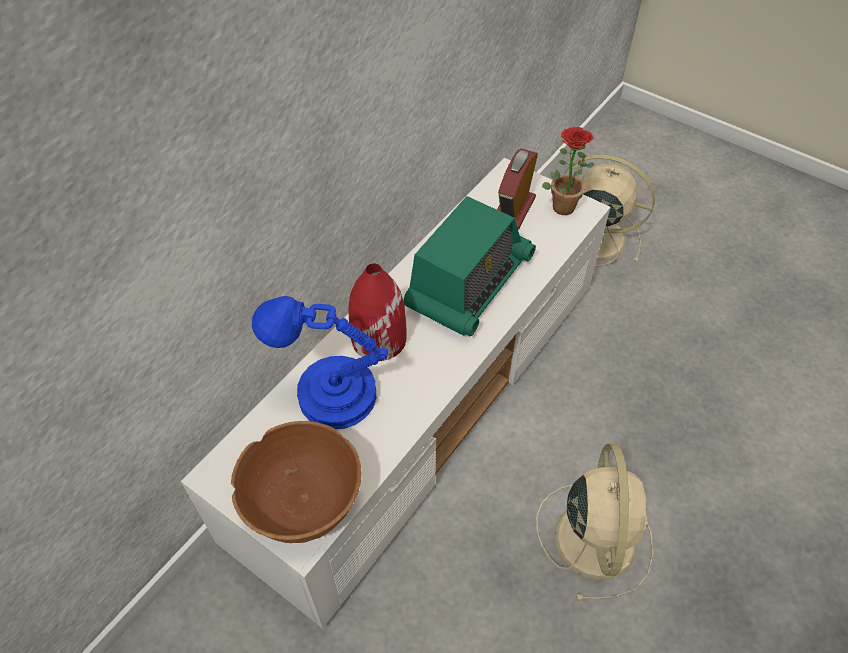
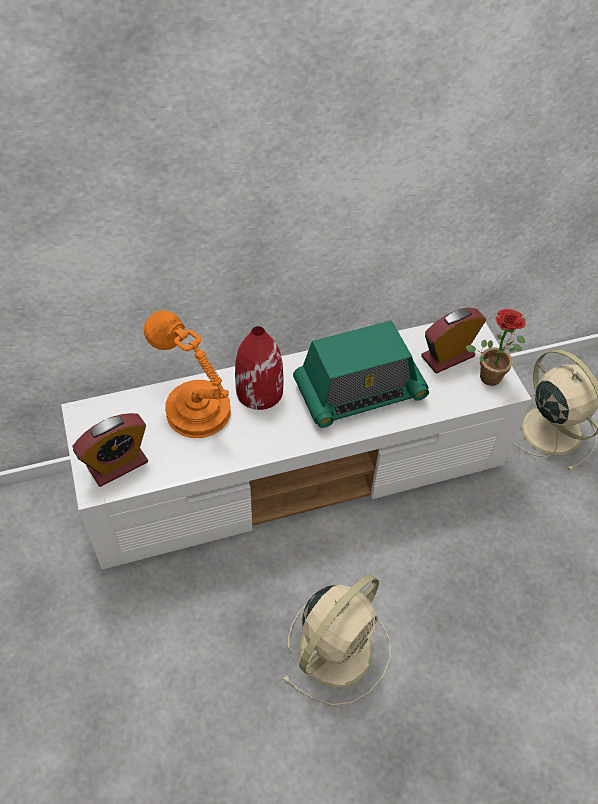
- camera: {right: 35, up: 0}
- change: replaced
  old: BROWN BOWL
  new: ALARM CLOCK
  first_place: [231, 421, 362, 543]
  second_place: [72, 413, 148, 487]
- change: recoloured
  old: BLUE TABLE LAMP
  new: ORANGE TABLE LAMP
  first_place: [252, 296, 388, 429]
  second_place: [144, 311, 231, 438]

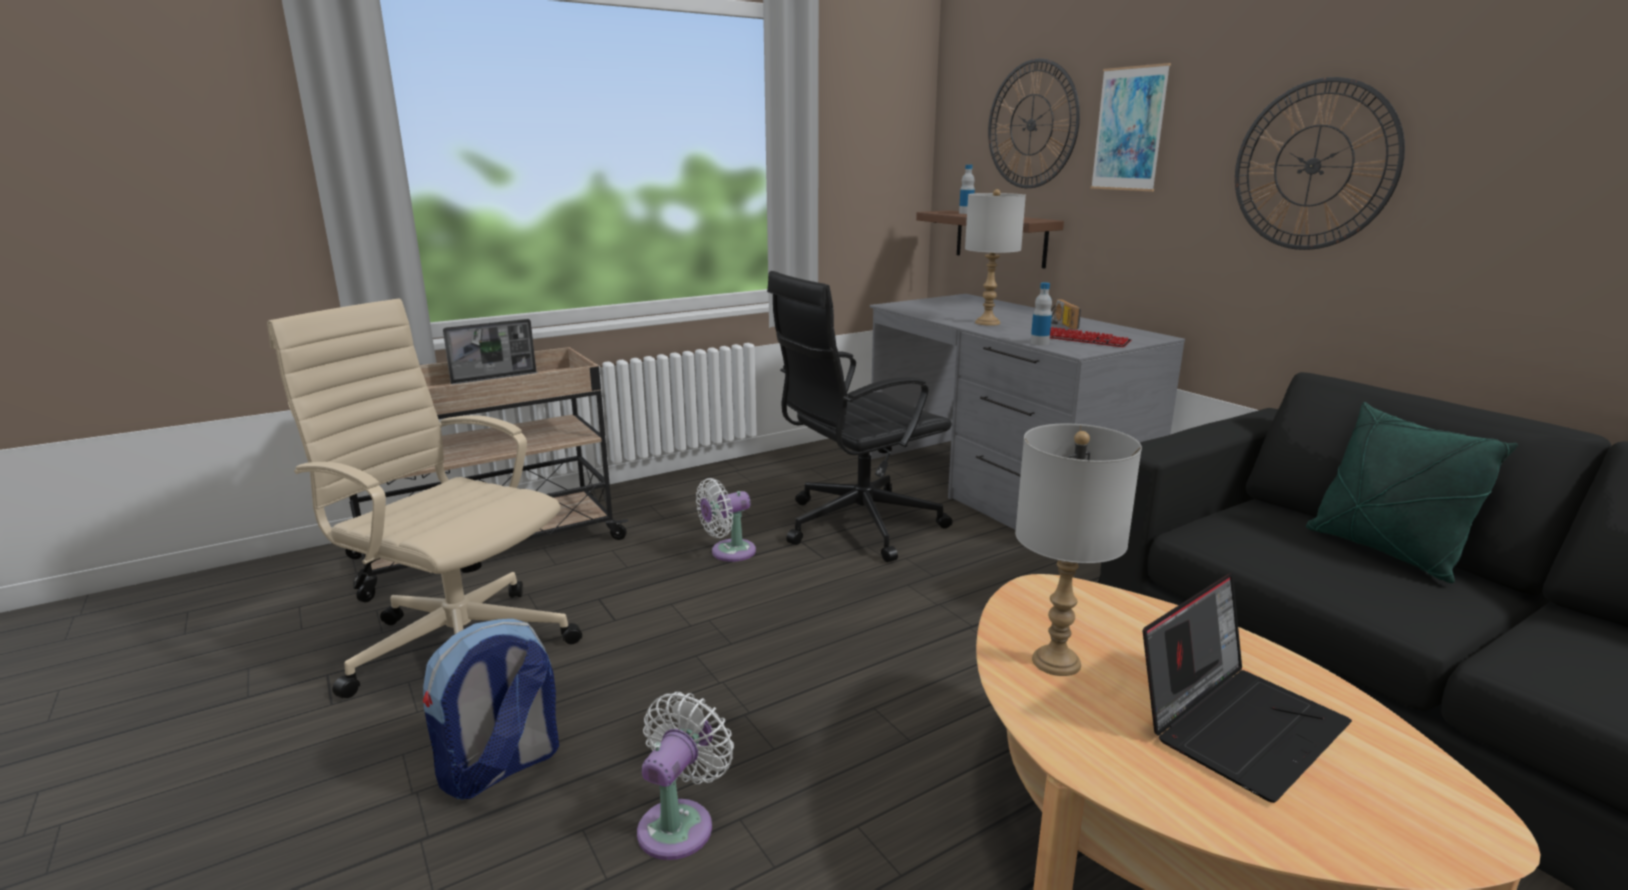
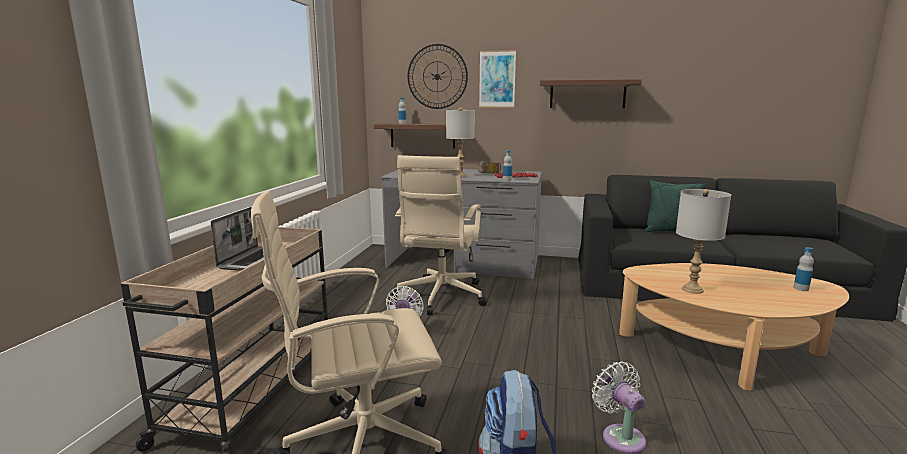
- camera: {right: -45, up: -5}
- change: removed
  old: LAPTOP
  first_place: [1143, 573, 1352, 803]
- change: added
  new: BOTTLE
  second_place: [793, 247, 814, 291]
- change: replaced
  old: WALL CLOCK
  new: BROWN SHELF
  first_place: [1235, 77, 1405, 250]
  second_place: [540, 79, 642, 108]
- change: recoloured
  old: BLACK OFFICE CHAIR
  new: BEIGE OFFICE CHAIR
  first_place: [767, 271, 953, 562]
  second_place: [392, 155, 487, 315]

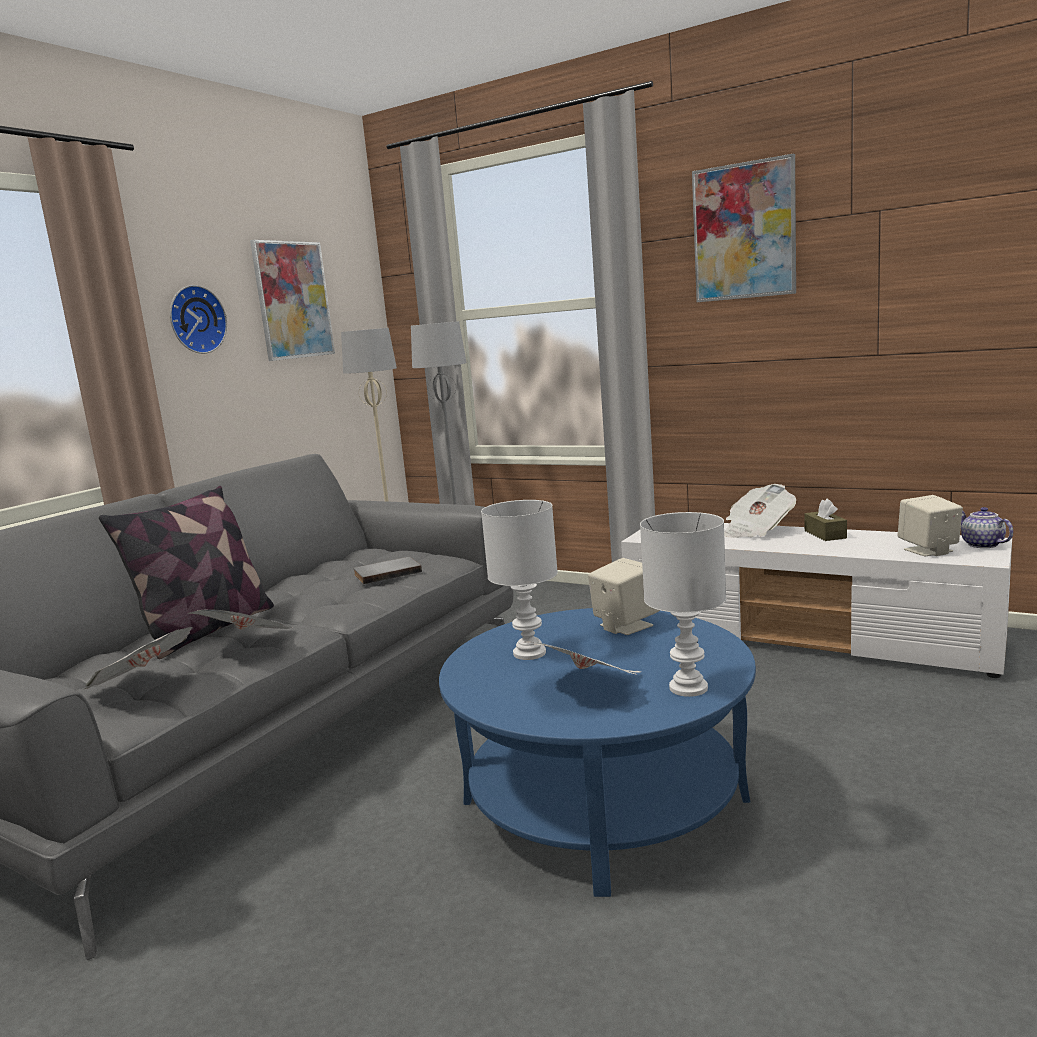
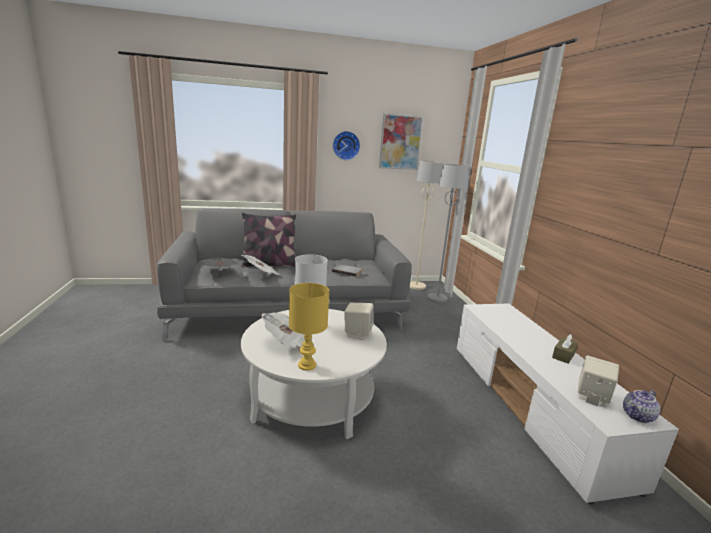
- camera: {right: 45, up: 5}
- change: removed
  old: PICTURE
  first_place: [692, 153, 796, 302]
- change: removed
  old: NEWSPAPER
  first_place: [724, 484, 796, 538]
- change: recoloured
  old: BLUE COFFEE TABLE
  new: WHITE COFFEE TABLE
  first_place: [439, 608, 756, 897]
  second_place: [241, 309, 387, 439]
- change: recoloured
  old: WHITE TABLE LAMP
  new: YELLOW TABLE LAMP
  first_place: [640, 512, 726, 697]
  second_place: [289, 283, 329, 371]
- change: turned
  old: TEAPOT
  first_place: [961, 507, 1013, 548]
  second_place: [623, 390, 660, 423]
  degrees: -150

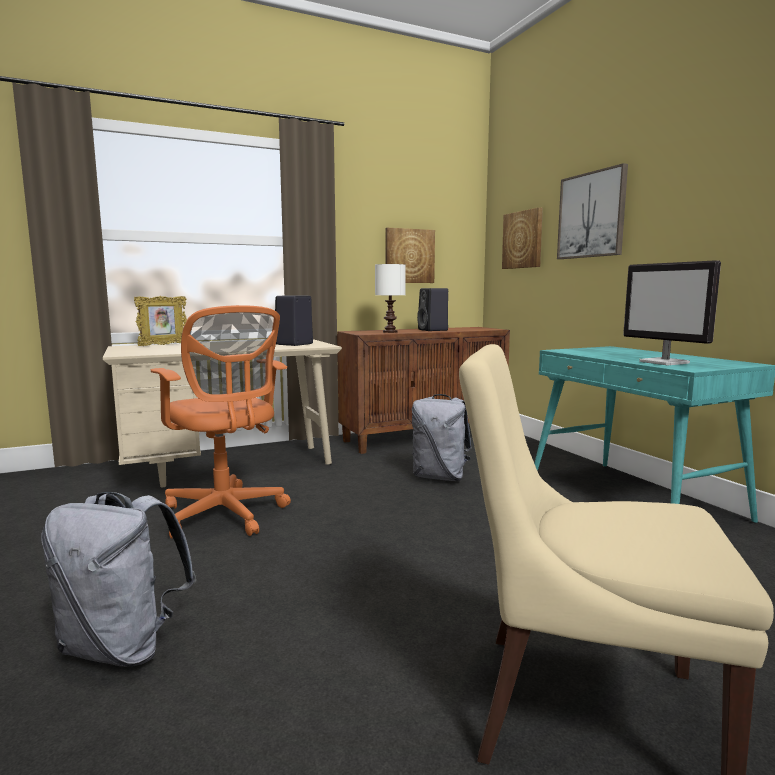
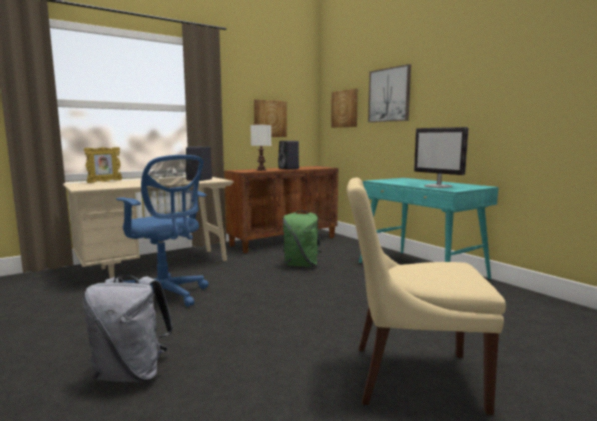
- camera: {right: -10, up: 0}
- change: recoloured
  old: ORANGE OFFICE CHAIR
  new: BLUE OFFICE CHAIR
  first_place: [151, 305, 291, 538]
  second_place: [116, 155, 209, 307]
- change: recoloured
  old: GREY BACKPACK
  new: GREEN BACKPACK
  first_place: [412, 394, 472, 481]
  second_place: [283, 211, 321, 267]

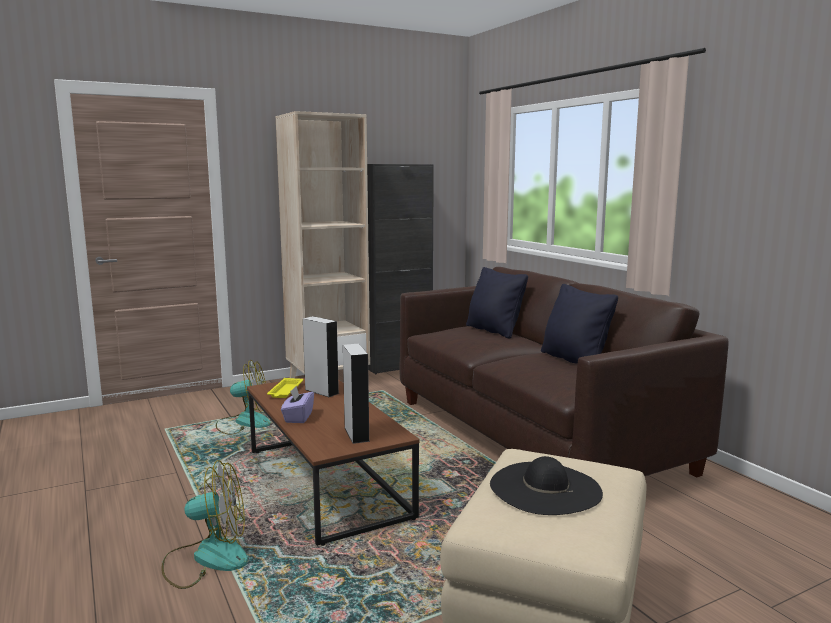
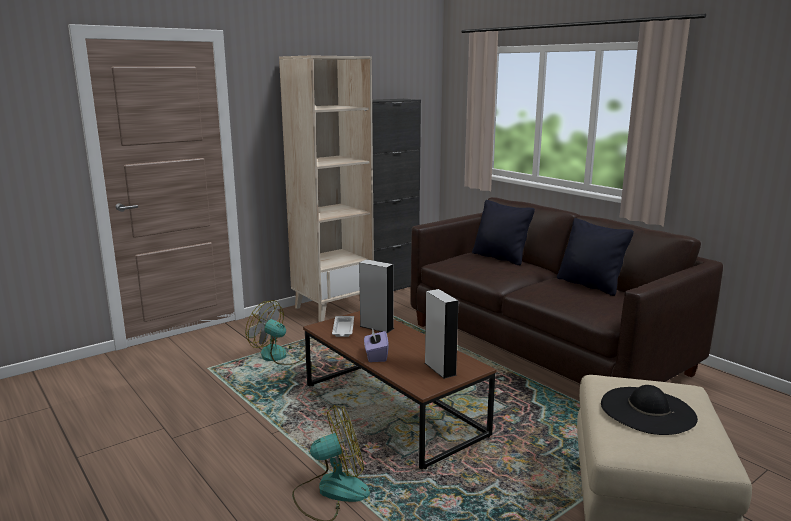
- camera: {right: -10, up: 5}
- change: recoloured
  old: YELLOW TRAY
  new: WHITE TRAY
  first_place: [267, 378, 303, 398]
  second_place: [332, 316, 354, 337]
- change: turned
  old: FAN
  first_place: [216, 360, 271, 435]
  second_place: [245, 300, 306, 365]
  degrees: -135

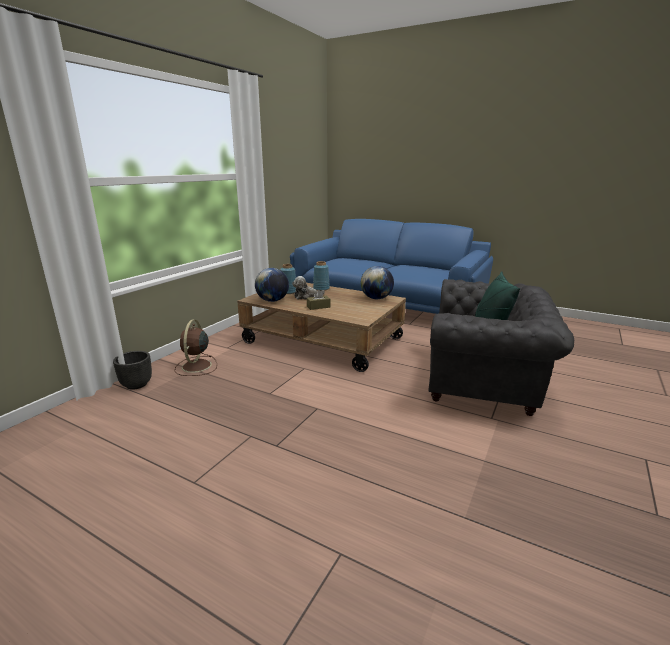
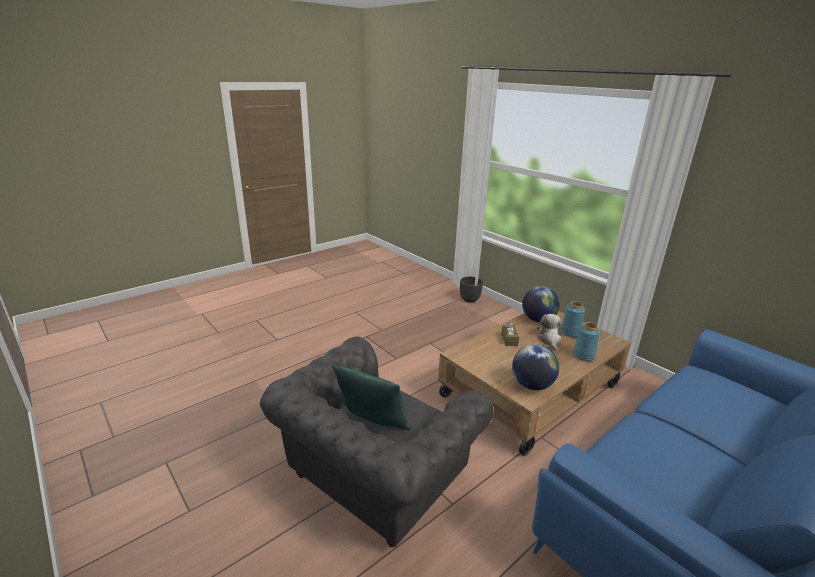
- camera: {right: 110, up: 5}
- change: removed
  old: BROWN FAN
  first_place: [174, 320, 217, 376]

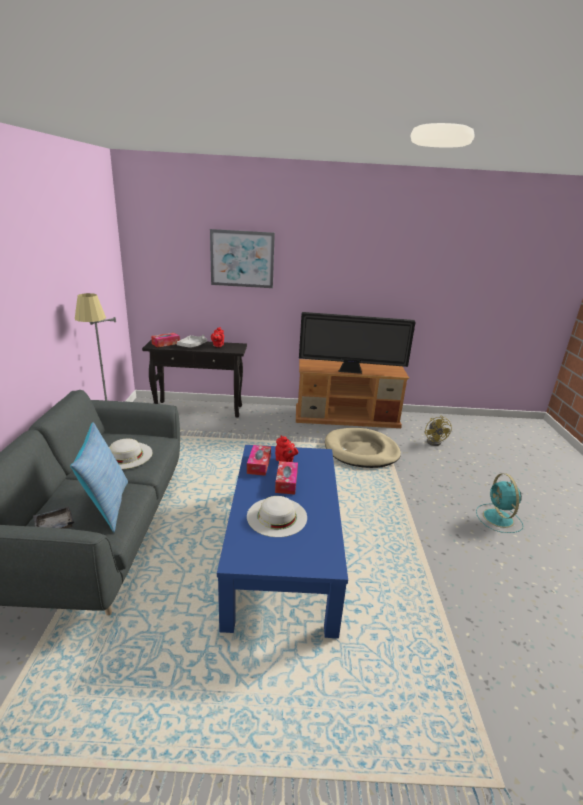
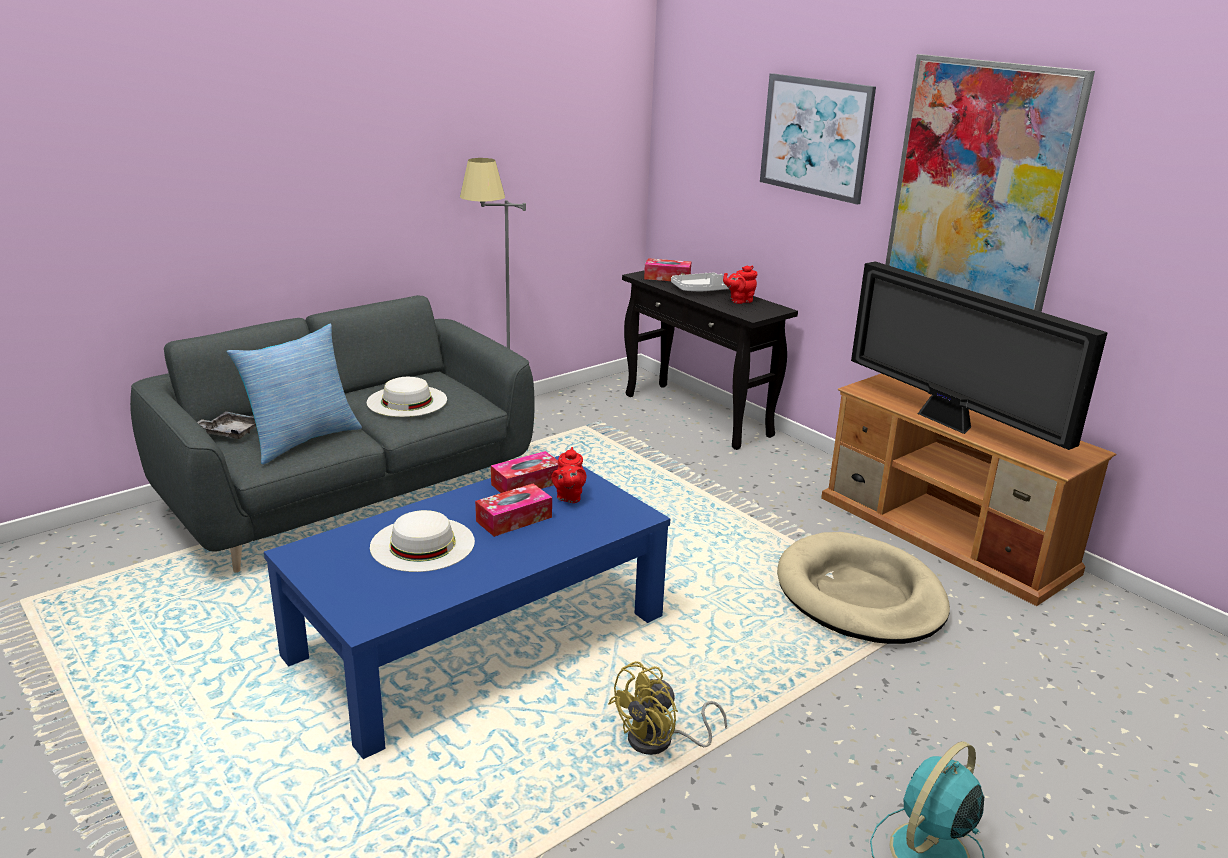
- camera: {right: 50, up: 0}
- change: added
  new: PICTURE
  second_place: [885, 54, 1095, 312]
- change: moved
  old: YELLOW FAN
  first_place: [425, 415, 452, 446]
  second_place: [608, 661, 727, 755]

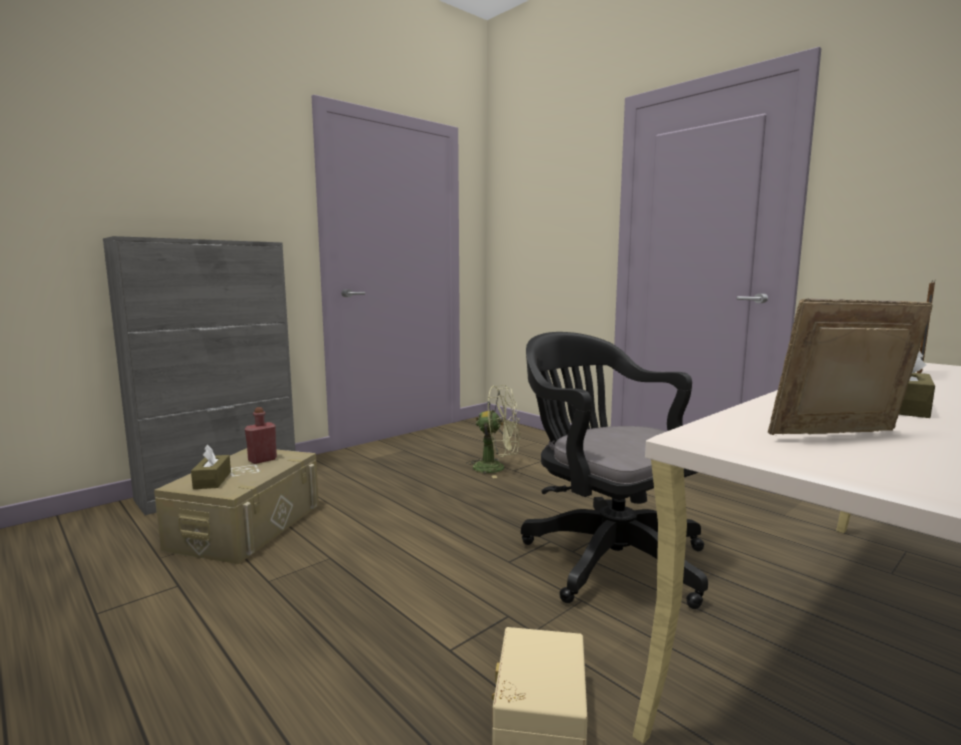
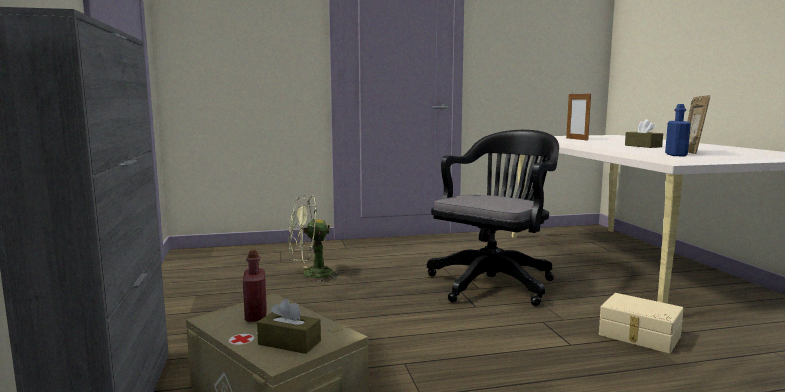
- camera: {right: -60, up: 0}
- change: added
  new: BLUE BOTTLE
  second_place: [665, 104, 691, 156]
- change: turned
  old: GREEN FAN
  first_place: [466, 385, 520, 478]
  second_place: [288, 195, 344, 282]
  degrees: -150
- change: turned
  old: BLACK OFFICE CHAIR
  first_place: [521, 332, 708, 609]
  second_place: [427, 130, 559, 306]
  degrees: 135

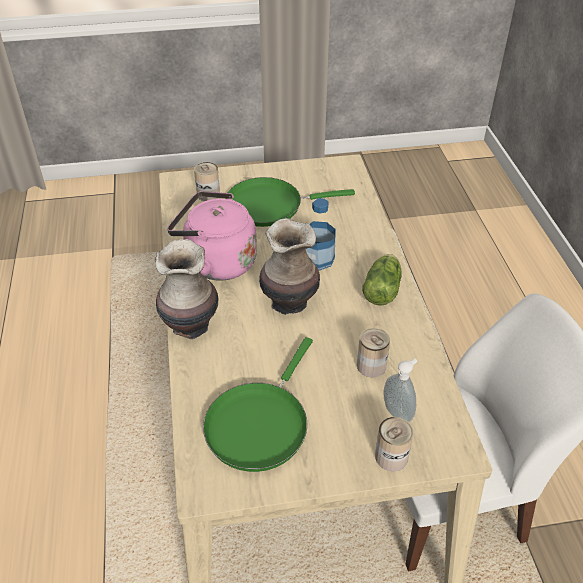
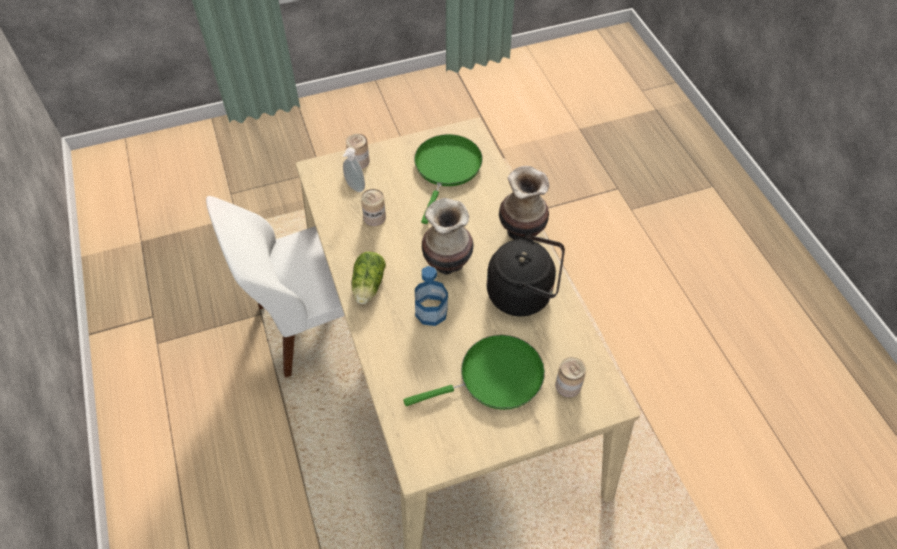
- camera: {right: 170, up: 10}
- change: recoloured
  old: PINK KETTLE
  new: BLACK KETTLE
  first_place: [167, 191, 257, 281]
  second_place: [487, 232, 565, 316]

